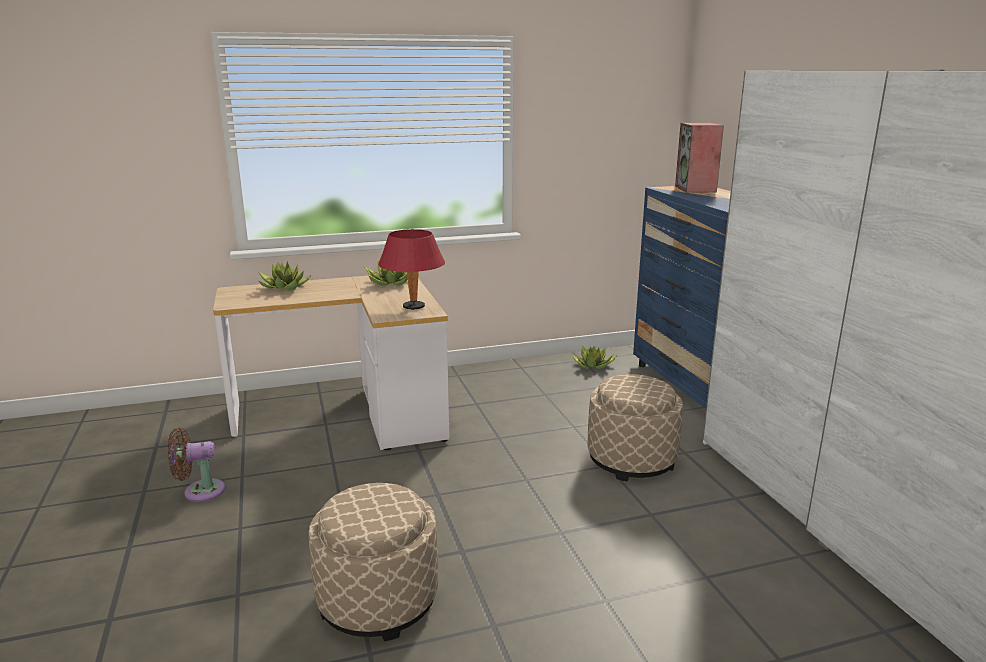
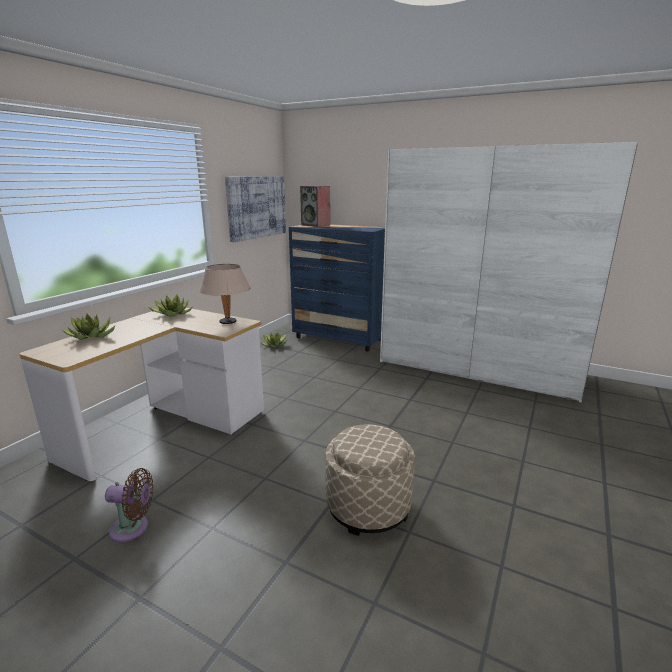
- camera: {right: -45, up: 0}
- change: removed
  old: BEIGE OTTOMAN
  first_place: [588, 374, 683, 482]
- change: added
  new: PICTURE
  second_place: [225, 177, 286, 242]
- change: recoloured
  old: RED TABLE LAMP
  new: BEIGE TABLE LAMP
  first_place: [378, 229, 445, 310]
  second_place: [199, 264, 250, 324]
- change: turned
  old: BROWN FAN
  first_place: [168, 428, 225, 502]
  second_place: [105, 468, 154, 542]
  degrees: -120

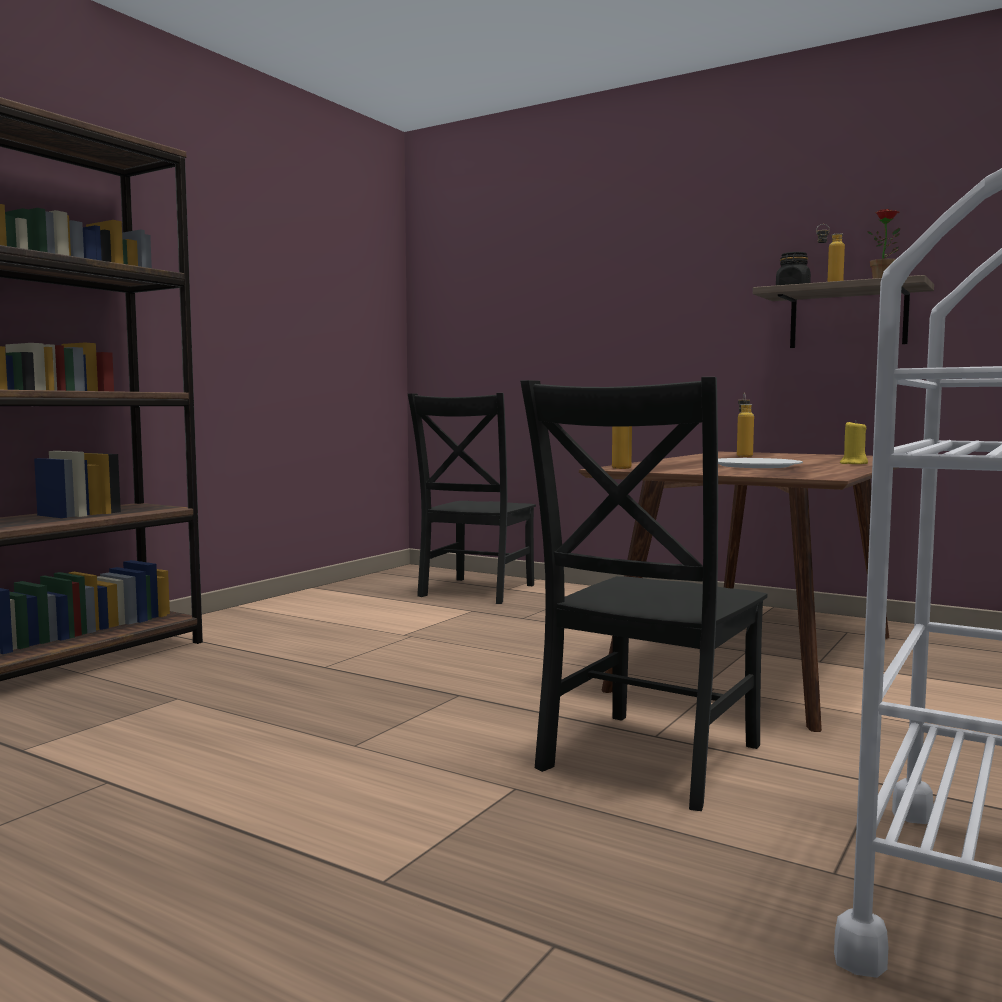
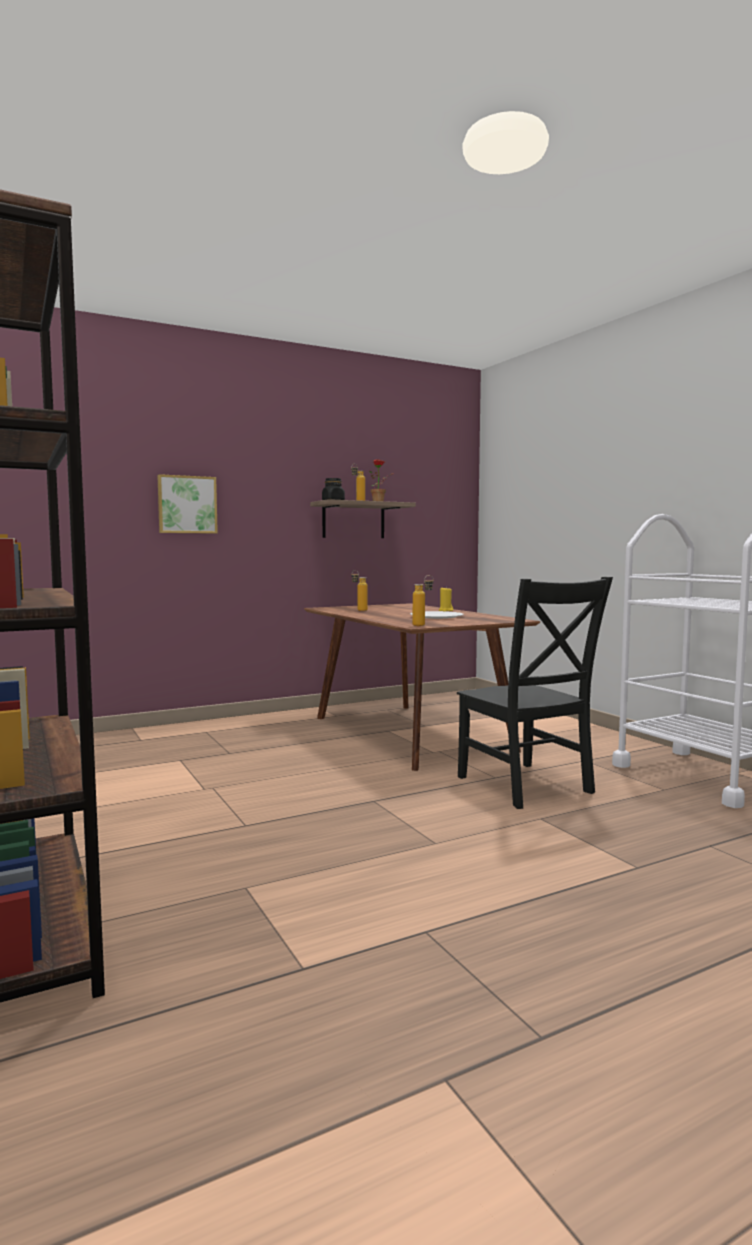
- camera: {right: -60, up: 0}
- change: removed
  old: BLACK CHAIR
  first_place: [408, 393, 536, 604]
- change: added
  new: PICTURE
  second_place: [157, 474, 218, 534]

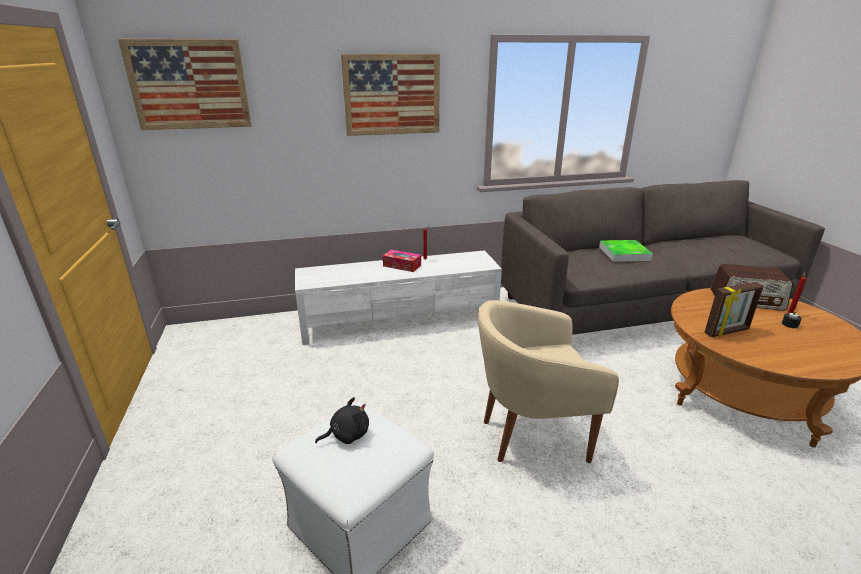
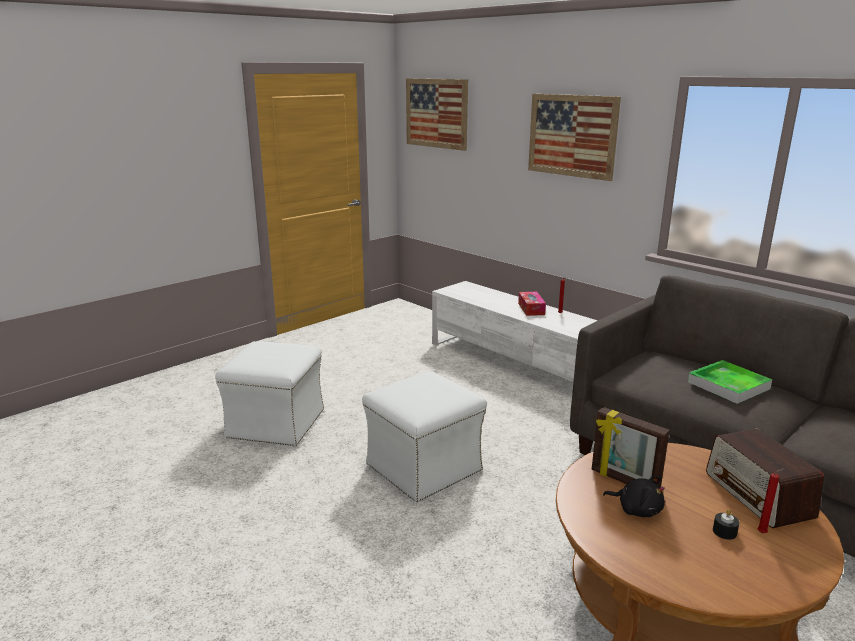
- camera: {right: 60, up: -5}
- change: moved
  old: BLACK PLUSH TOY
  first_place: [315, 397, 369, 444]
  second_place: [603, 476, 665, 517]
- change: replaced
  old: BEIGE ARMCHAIR
  new: WHITE OTTOMAN
  first_place: [478, 300, 619, 463]
  second_place: [362, 371, 487, 502]

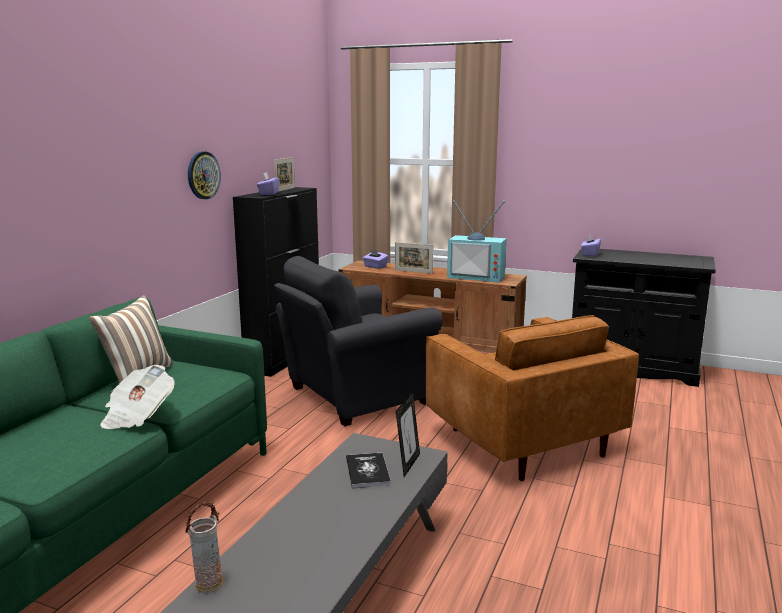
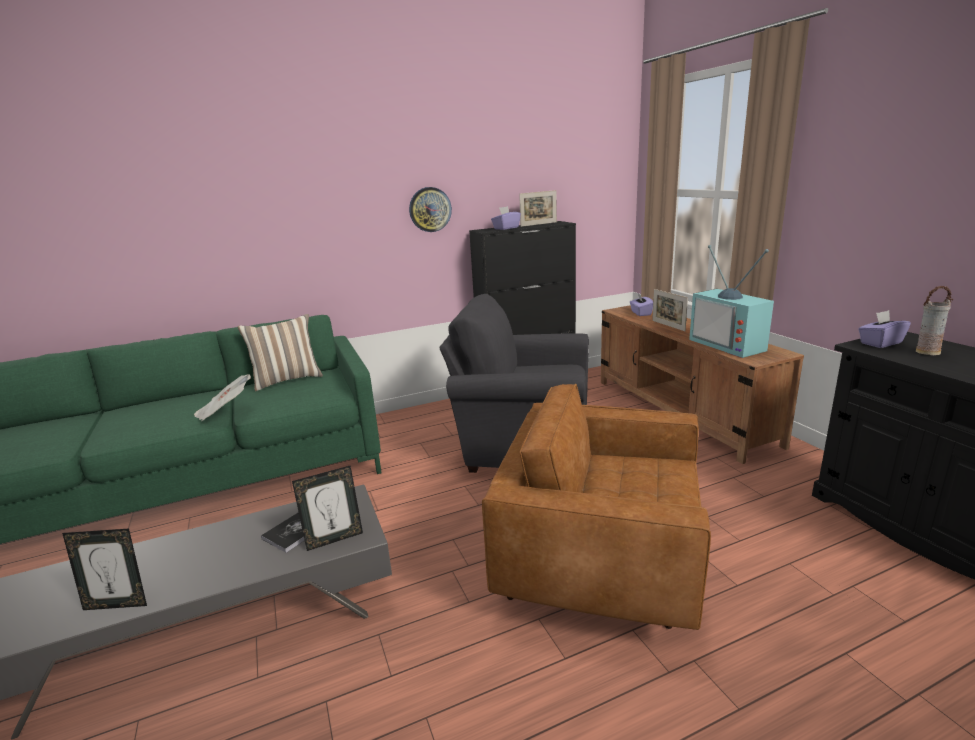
- camera: {right: 45, up: 5}
- change: added
  new: PICTURE FRAME
  second_place: [62, 529, 147, 610]
- change: moved
  old: VASE
  first_place: [185, 501, 223, 593]
  second_place: [916, 286, 953, 355]
- change: turned
  old: BROWN ARMCHAIR
  first_place: [426, 315, 639, 481]
  second_place: [482, 384, 711, 630]
  degrees: 90

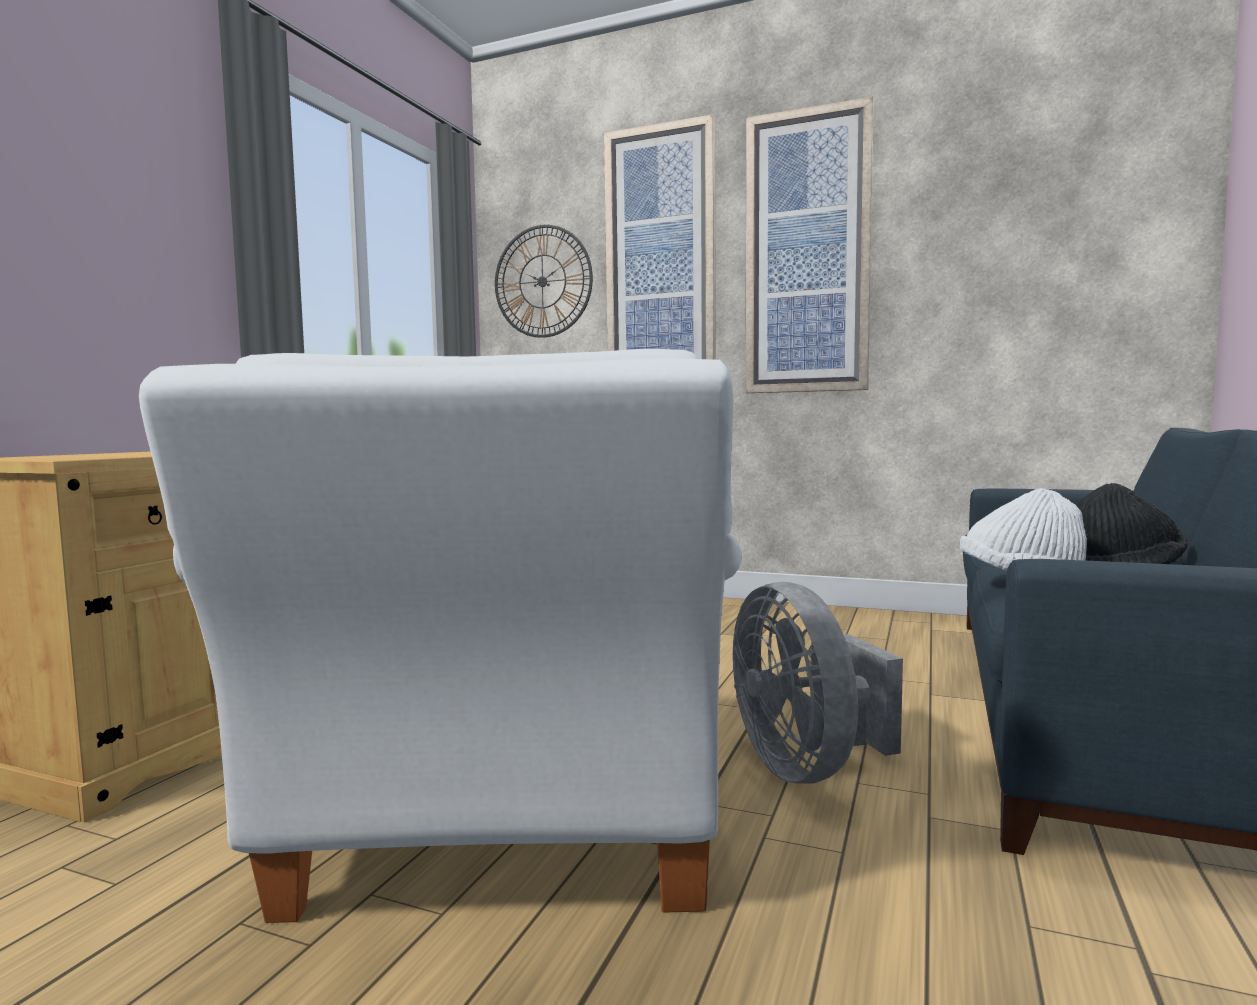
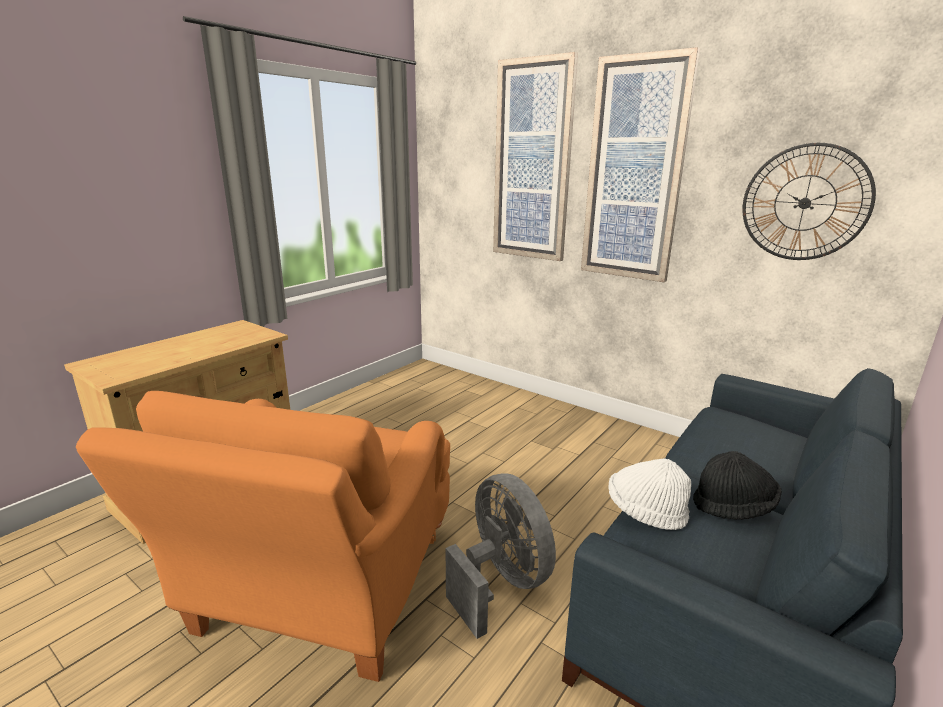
- camera: {right: 15, up: 15}
- change: moved
  old: WALL CLOCK
  first_place: [495, 224, 593, 338]
  second_place: [742, 143, 876, 260]
- change: recoloured
  old: WHITE ARMCHAIR
  new: ORANGE ARMCHAIR
  first_place: [139, 349, 742, 923]
  second_place: [76, 391, 450, 682]
- change: turned
  old: GREY FAN
  first_place: [733, 582, 903, 784]
  second_place: [446, 473, 556, 639]
  degrees: 150

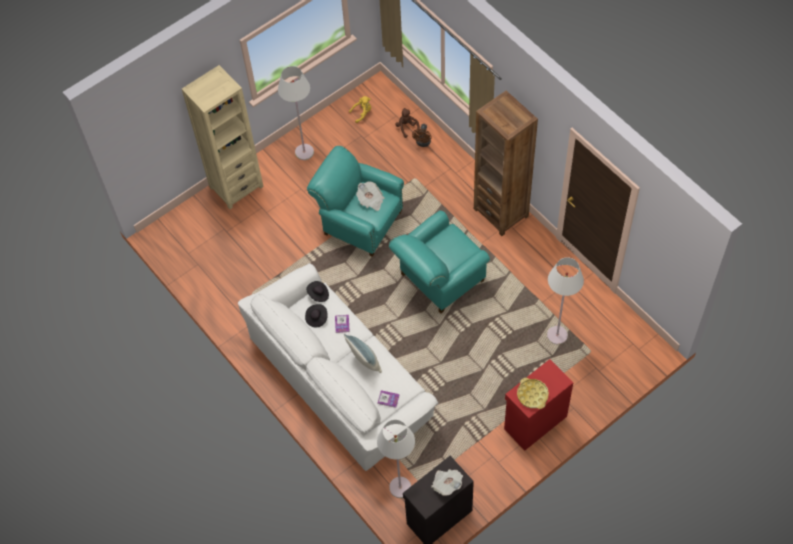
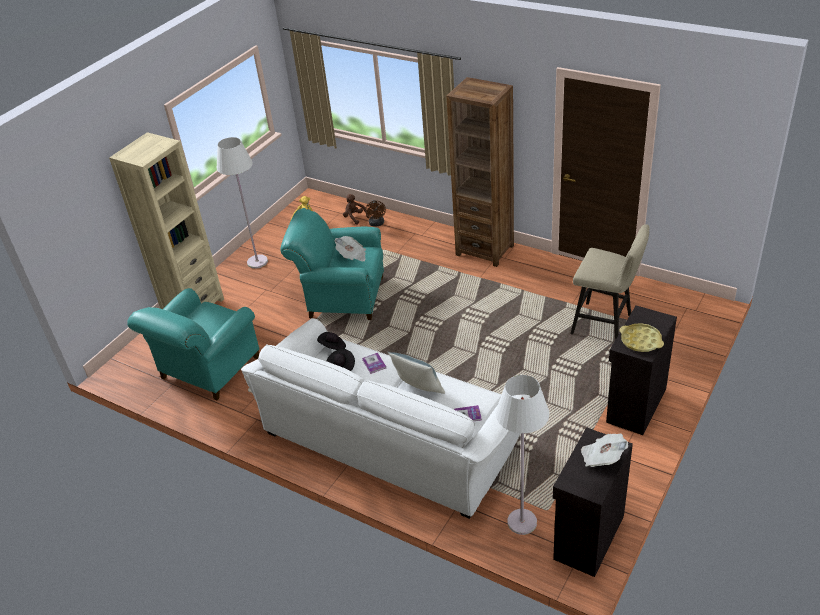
- camera: {right: -20, up: -20}
- change: moved
  old: TURQUOISE ARMCHAIR
  first_place: [389, 210, 490, 313]
  second_place: [127, 288, 259, 400]
- change: replaced
  old: WHITE FLOOR LAMP
  new: BEIGE STOOL
  first_place: [547, 257, 584, 344]
  second_place: [570, 224, 649, 340]
- change: recoloured
  old: RED CABINET
  new: BLACK CABINET
  first_place: [504, 359, 573, 451]
  second_place: [606, 305, 677, 435]

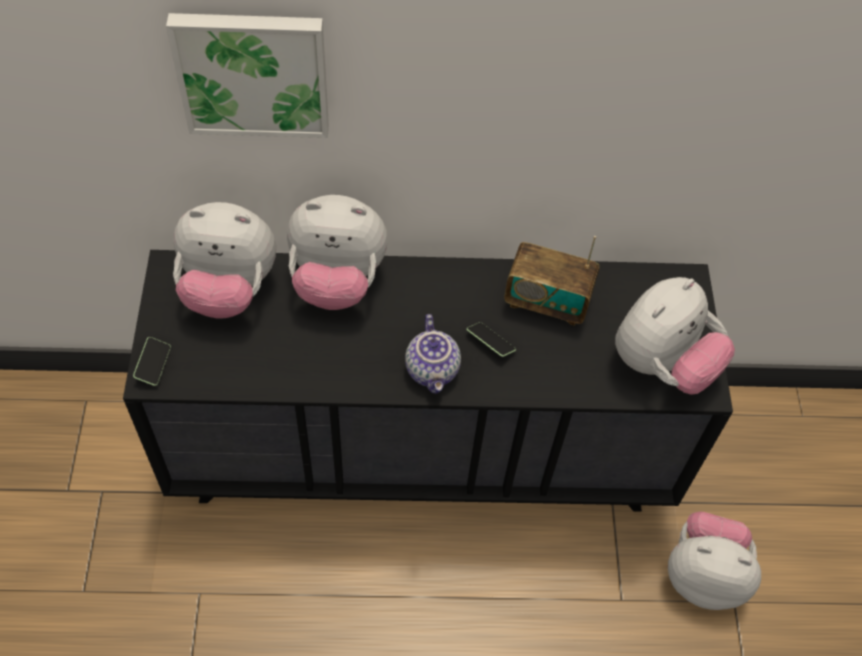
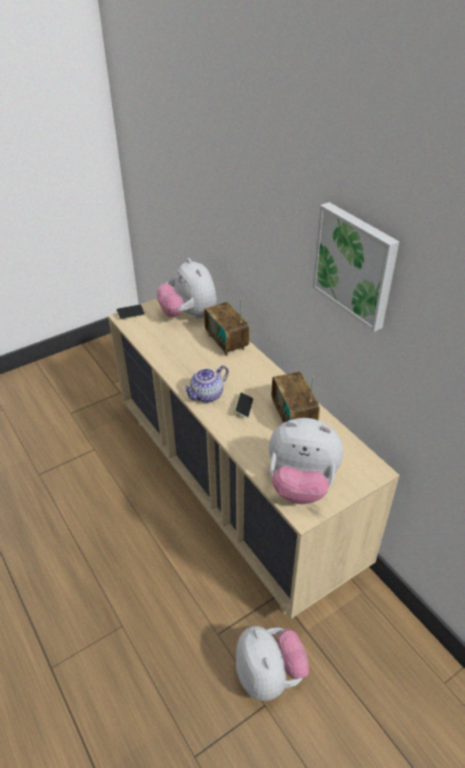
- camera: {right: 60, up: -15}
- change: moved
  old: PICTURE
  first_place: [166, 13, 329, 138]
  second_place: [312, 202, 399, 332]
- change: replaced
  old: PLUSH TOY
  new: RADIO
  first_place: [287, 195, 388, 310]
  second_place: [204, 298, 250, 356]
- change: recoloured
  old: BLACK DRESSER
  new: BEIGE DRESSER
  first_place: [123, 250, 733, 511]
  second_place: [108, 298, 399, 619]

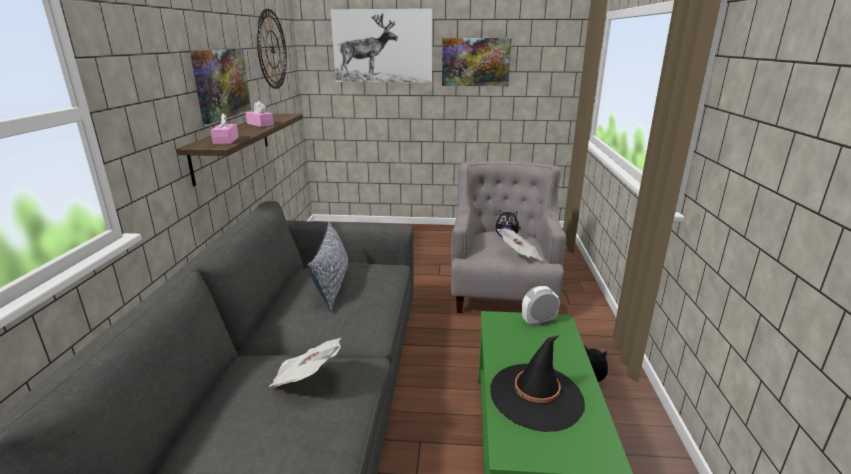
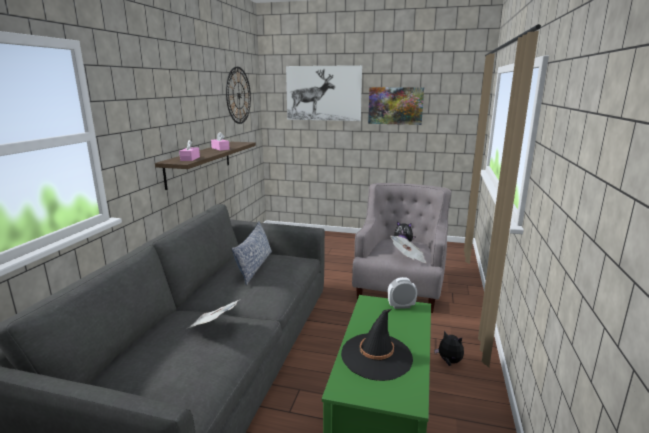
- camera: {right: 10, up: -5}
- change: removed
  old: PICTURE
  first_place: [190, 48, 251, 124]

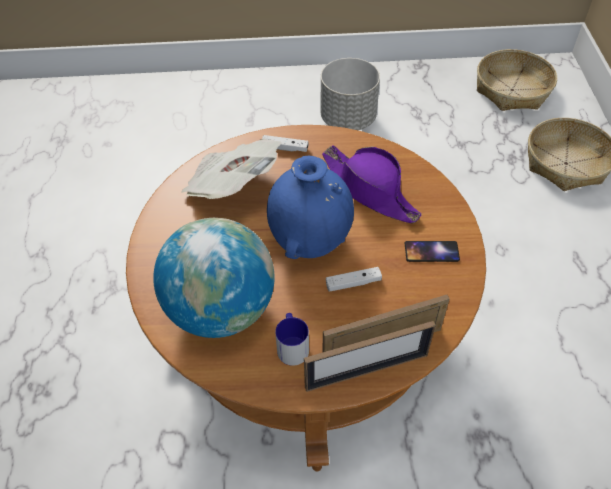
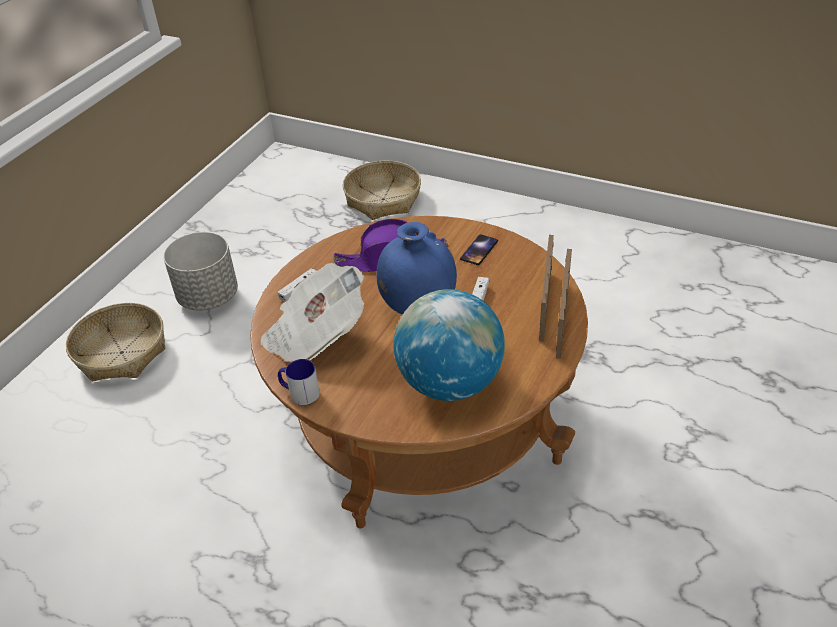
- camera: {right: -60, up: -10}
- change: moved
  old: MUG
  first_place: [275, 313, 309, 366]
  second_place: [278, 359, 320, 405]
- change: moved
  old: BASKET
  first_place: [477, 49, 557, 111]
  second_place: [66, 303, 165, 381]

